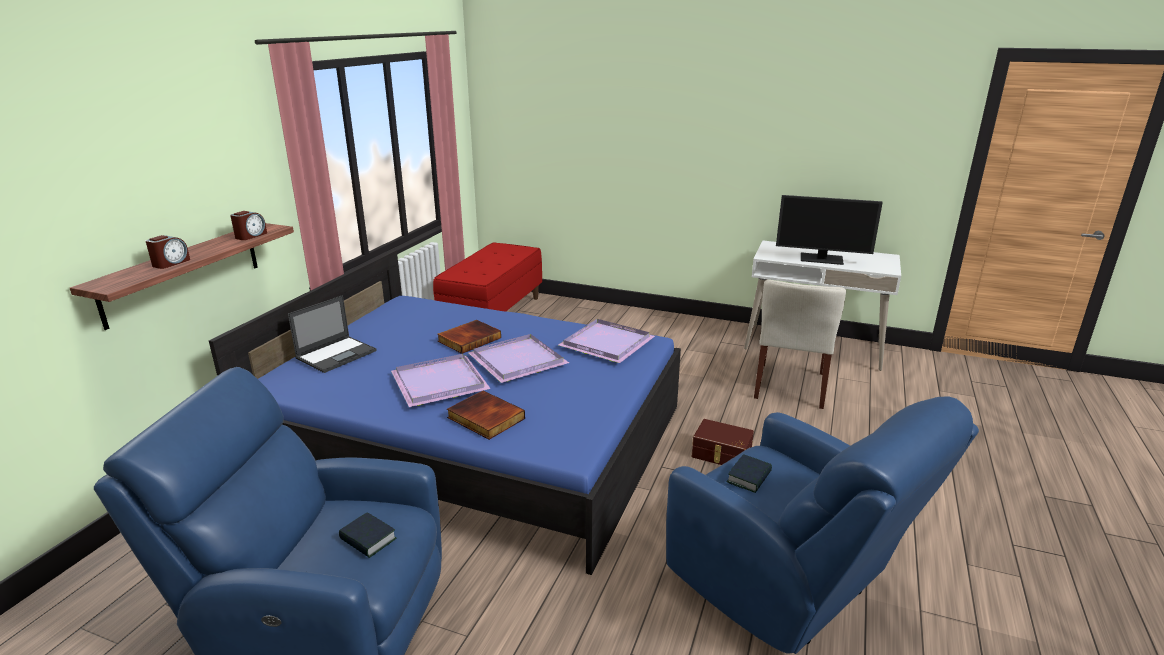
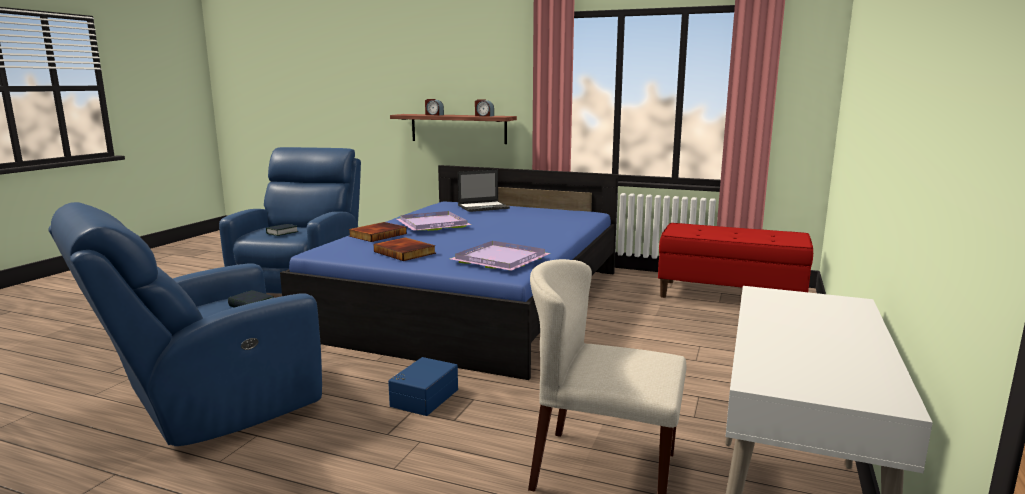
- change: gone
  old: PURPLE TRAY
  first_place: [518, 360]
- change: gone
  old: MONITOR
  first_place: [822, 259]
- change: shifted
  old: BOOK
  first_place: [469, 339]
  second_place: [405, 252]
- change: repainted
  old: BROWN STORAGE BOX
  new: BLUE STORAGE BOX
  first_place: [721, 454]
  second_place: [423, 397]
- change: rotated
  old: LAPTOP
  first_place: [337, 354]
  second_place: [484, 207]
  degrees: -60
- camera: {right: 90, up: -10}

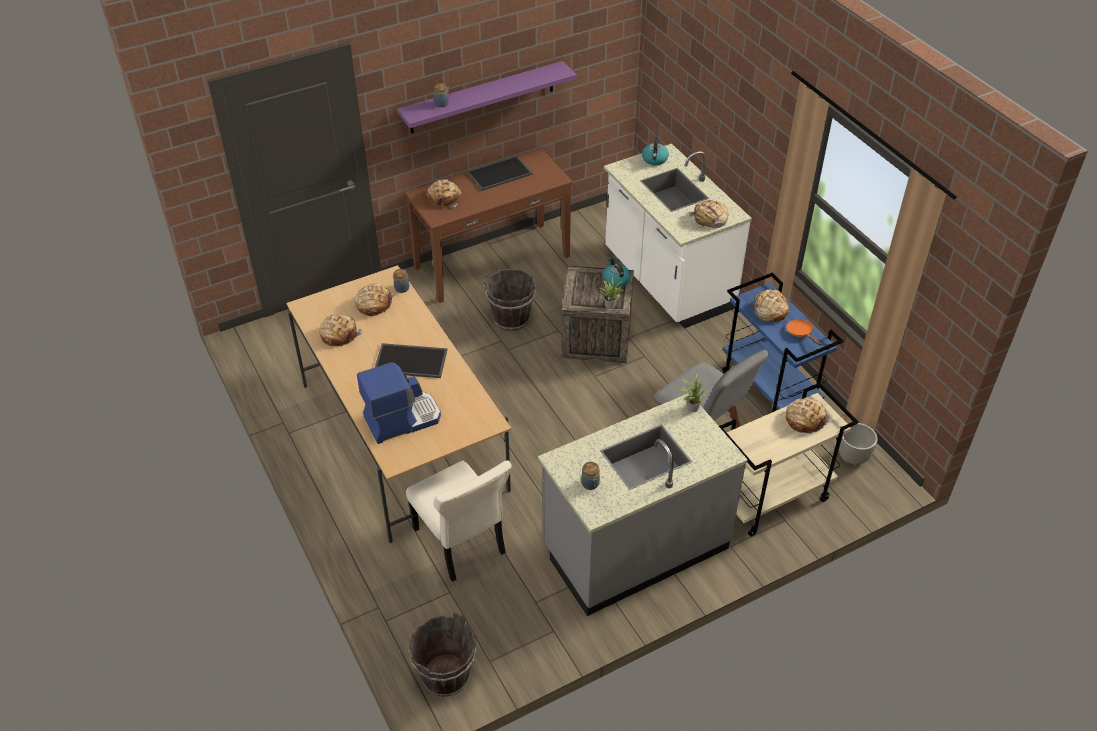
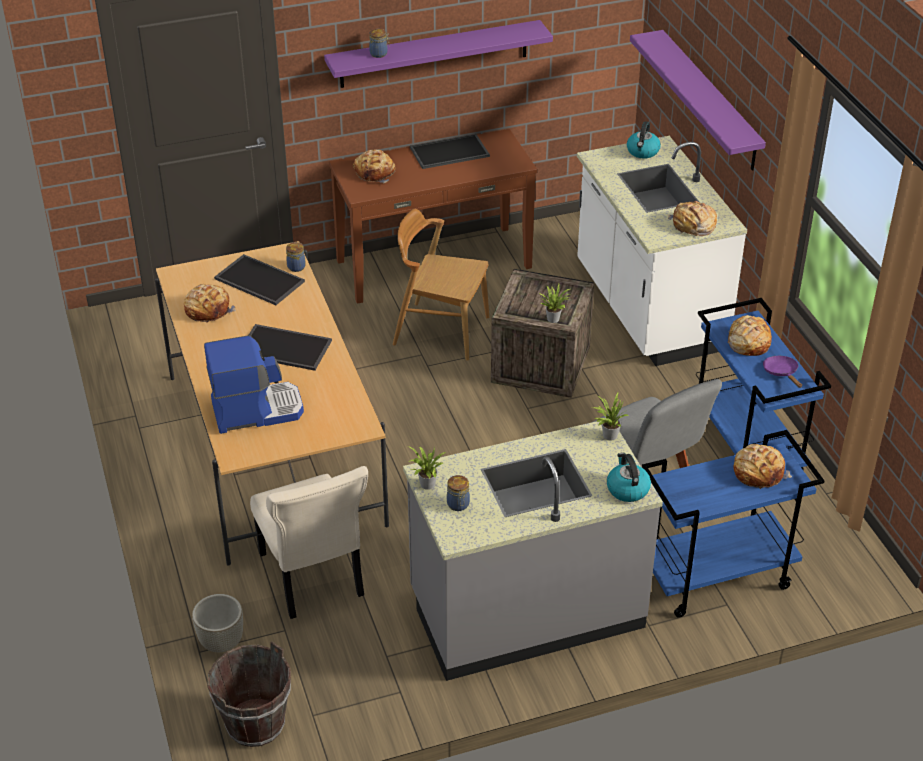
- change: new
  new: POTTED PLANT
  second_place: [426, 485]
- change: new
  new: PURPLE SHELF
  second_place: [709, 100]
- change: shifted
  old: KETTLE
  first_place: [615, 280]
  second_place: [627, 489]
- change: shifted
  old: GREY PLANTER
  first_place: [852, 457]
  second_place: [221, 643]
- change: swapped
  old: BREAD
  new: TRAY
  first_place: [373, 304]
  second_place: [258, 280]
- change: swapped
  old: BROWN BUCKET
  new: BROWN CHAIR
  first_place: [511, 318]
  second_place: [441, 331]
- change: repainted
  old: BEIGE CART
  new: BLUE CART
  first_place: [771, 499]
  second_place: [715, 577]
- change: repainted
  old: ORANGE FRYING PAN
  new: PURPLE FRYING PAN
  first_place: [801, 333]
  second_place: [781, 373]
- camera: {right: 10, up: -5}

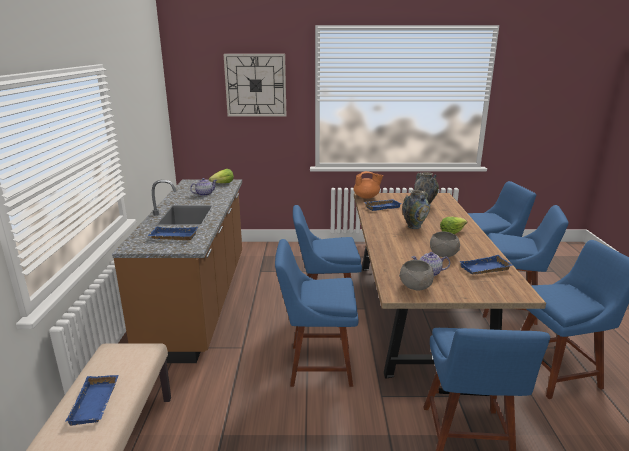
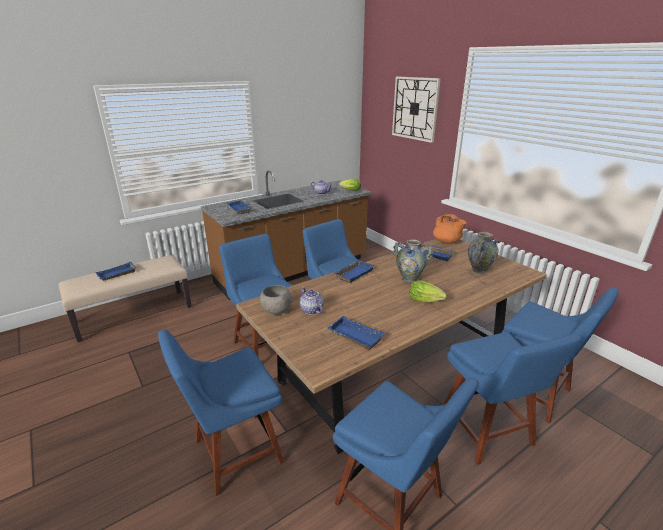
- change: gone
  old: GREY BOWL
  first_place: [443, 254]
- change: new
  new: BLUE TRAY
  second_place: [353, 273]
- camera: {right: 55, up: 5}

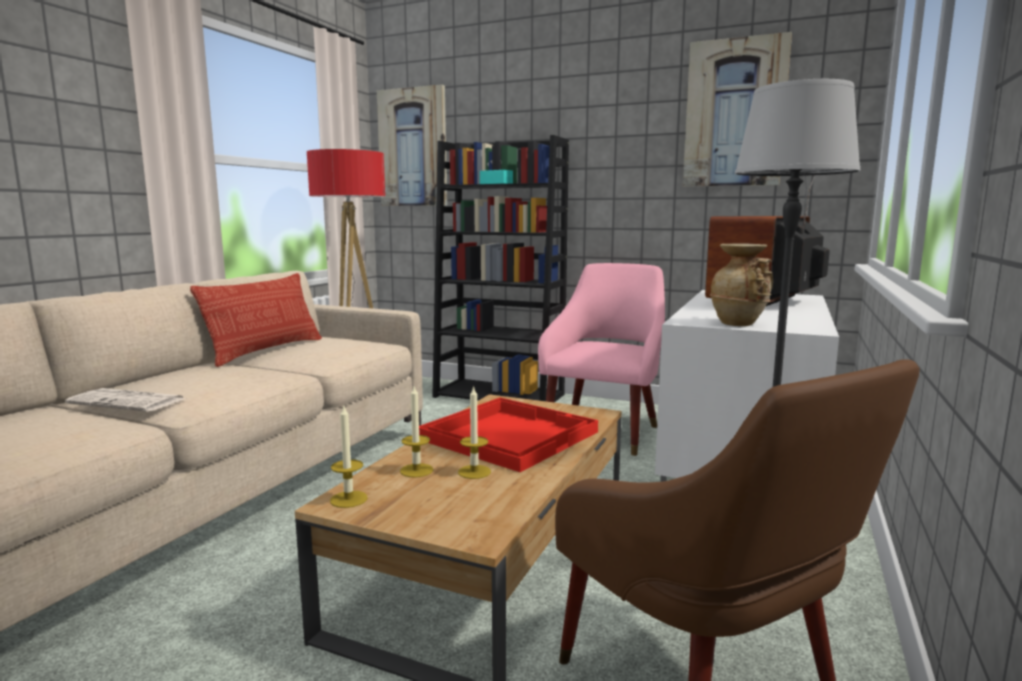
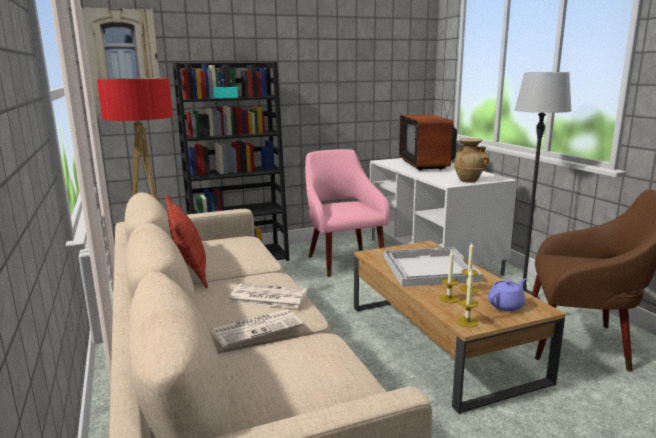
- change: gone
  old: PICTURE
  first_place: [735, 114]
- change: new
  new: NEWSPAPER
  second_place: [267, 297]
- change: new
  new: PURPLE TEAPOT
  second_place: [506, 305]
- change: repainted
  old: RED TRAY
  new: WHITE TRAY
  first_place: [508, 435]
  second_place: [428, 268]
- camera: {right: -45, up: 5}

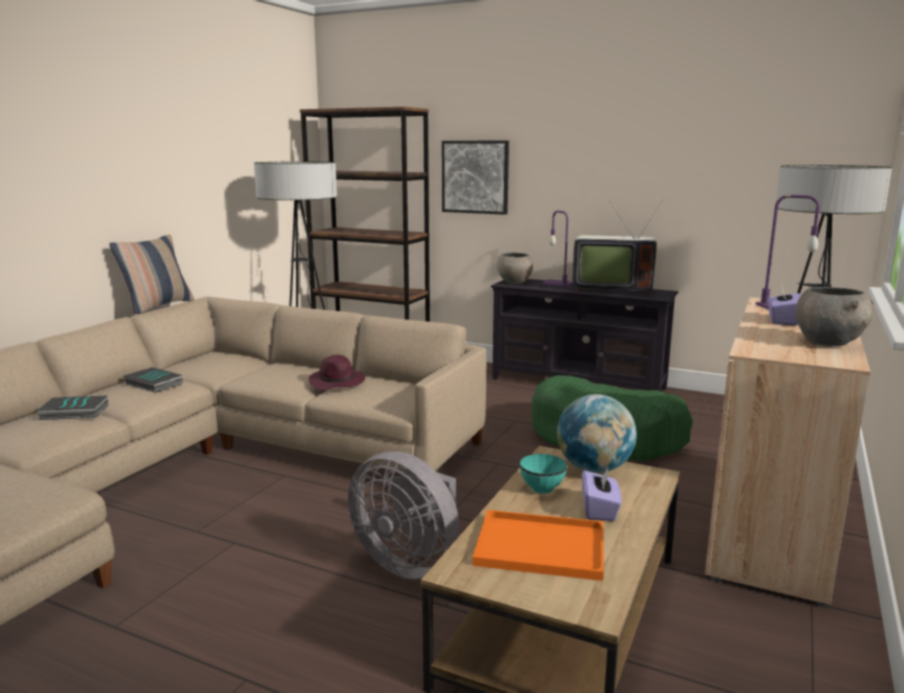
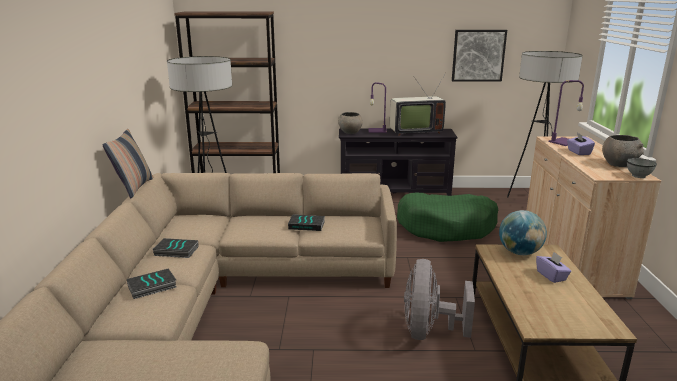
- change: gone
  old: ORANGE TRAY
  first_place: [543, 546]
- change: gone
  old: TURQUOISE BOWL
  first_place: [541, 488]
- change: new
  new: GREY BOWL
  second_place: [638, 176]
- change: shifted
  old: PICTURE
  first_place: [475, 177]
  second_place: [478, 55]
- change: swapped
  old: PURPLE HAT
  new: BOOK
  first_place: [337, 383]
  second_place: [307, 225]
- change: rotated
  old: GREY FAN
  first_place: [410, 562]
  second_place: [429, 331]
  degrees: 90
- camera: {right: -25, up: 5}

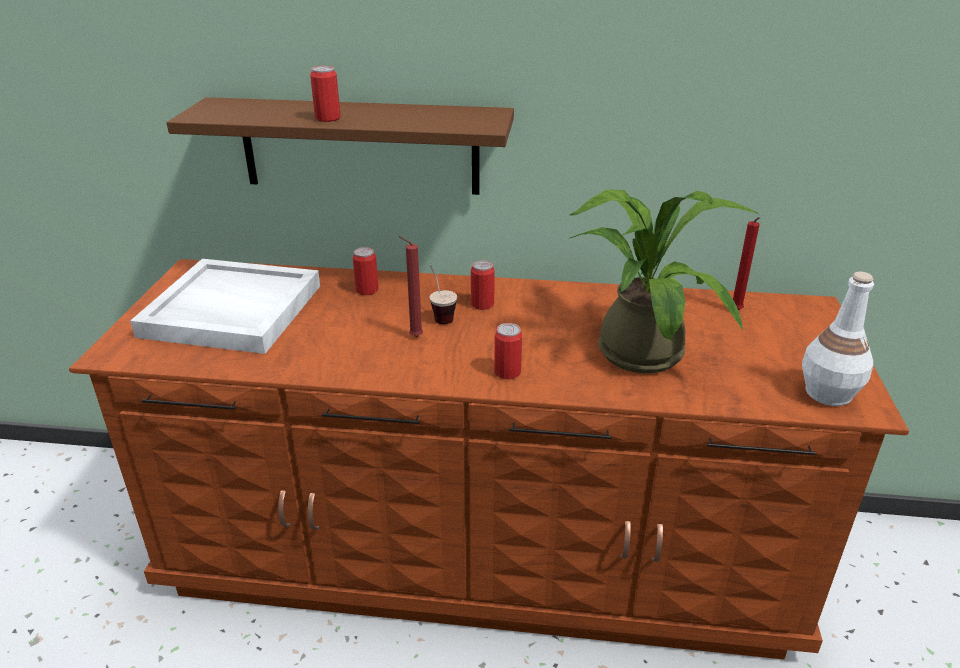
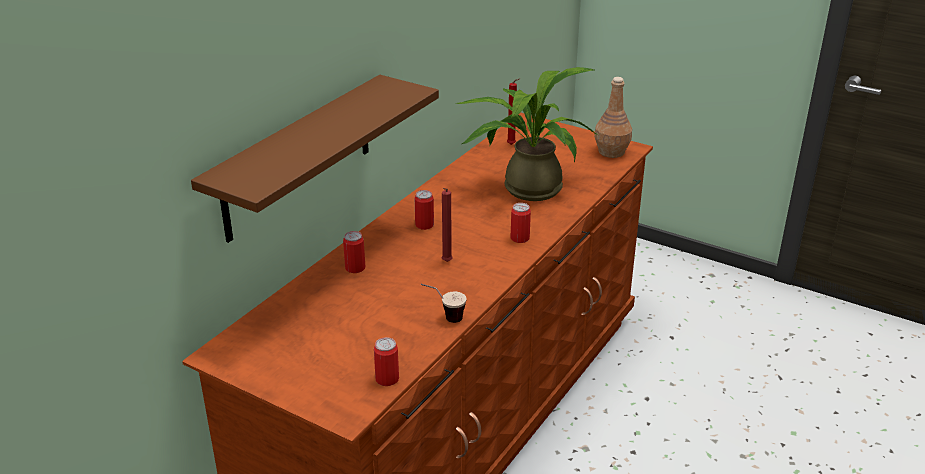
- change: gone
  old: WHITE TRAY
  first_place: [230, 311]
- change: shifted
  old: CAN
  first_place: [328, 118]
  second_place: [387, 379]
- change: shifted
  old: CUP
  first_place: [440, 315]
  second_place: [444, 318]
- change: repainted
  old: WHITE BOTTLE
  new: BROWN BOTTLE
  first_place: [828, 394]
  second_place: [612, 152]
- camera: {right: -65, up: 0}

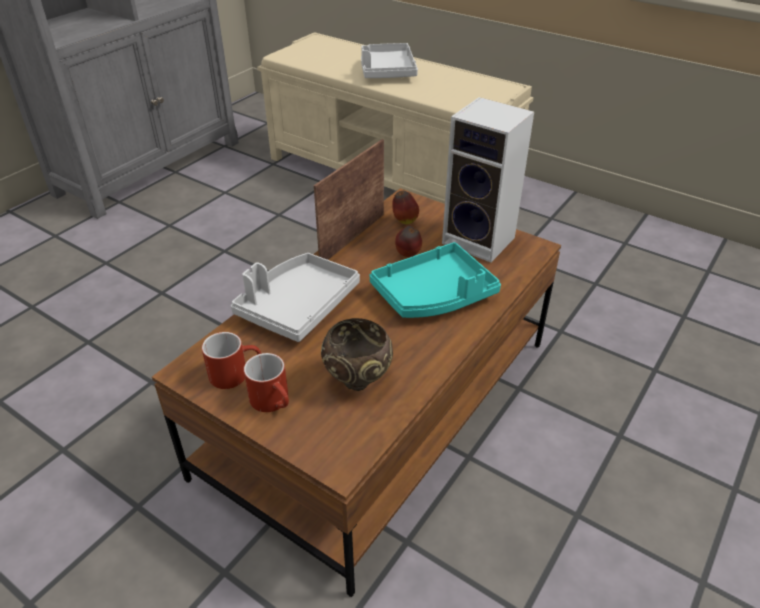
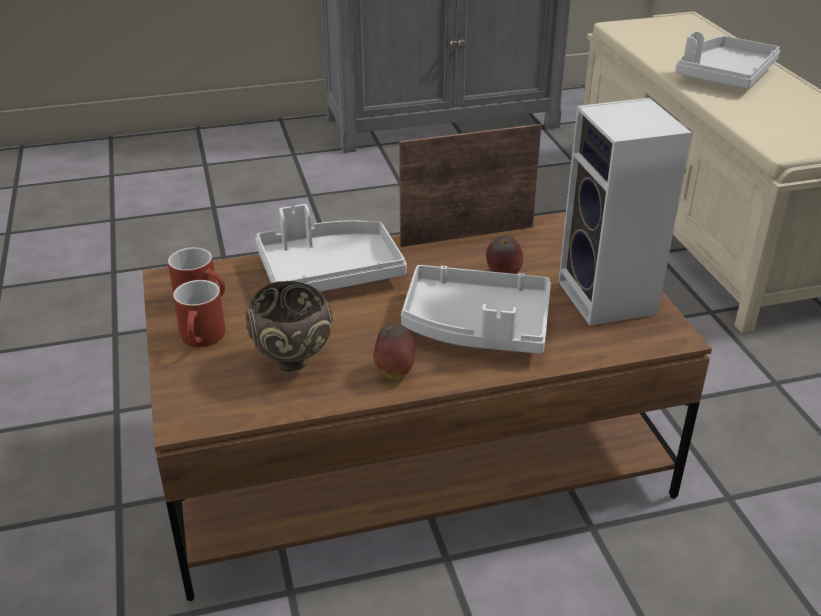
- change: shifted
  old: APPLE
  first_place: [404, 221]
  second_place: [394, 372]
- change: repainted
  old: TURQUOISE TRAY
  new: GREY TRAY
  first_place: [434, 295]
  second_place: [476, 326]
- camera: {right: 40, up: -5}

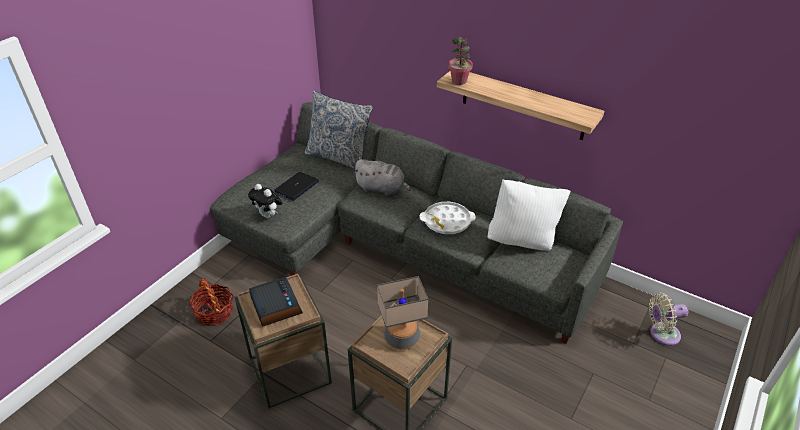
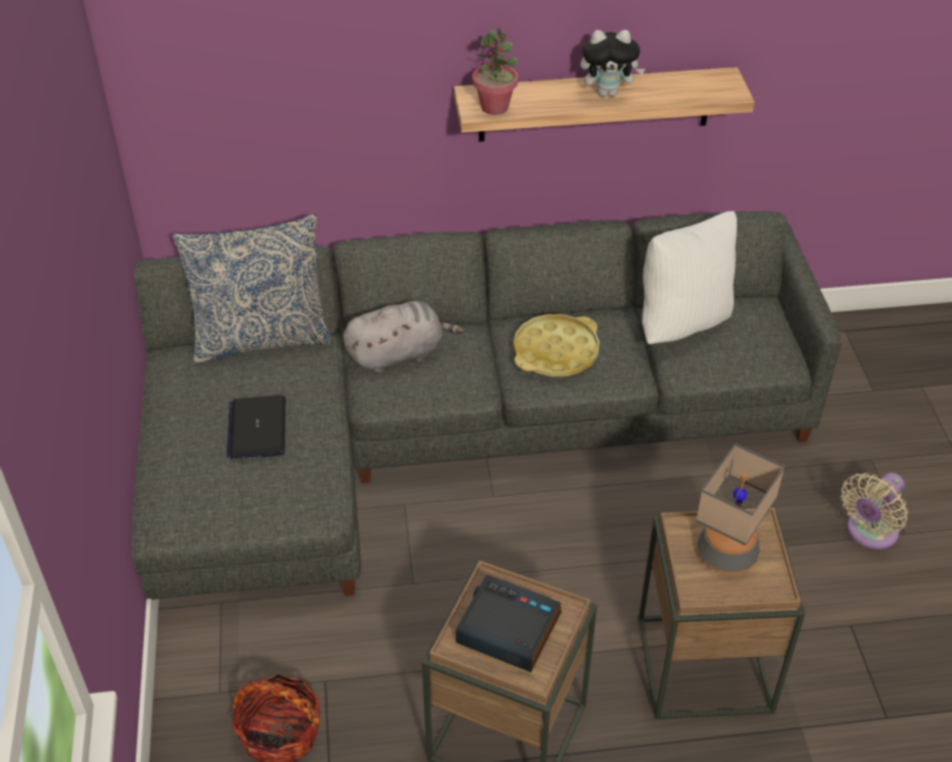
- change: shifted
  old: PLUSH TOY
  first_place: [268, 215]
  second_place: [608, 93]
- change: shifted
  old: BEIGE FAN
  first_place: [661, 334]
  second_place: [869, 533]
- change: repainted
  old: WHITE TRAY
  new: YELLOW TRAY
  first_place: [447, 221]
  second_place: [556, 352]
- camera: {right: -40, up: 5}

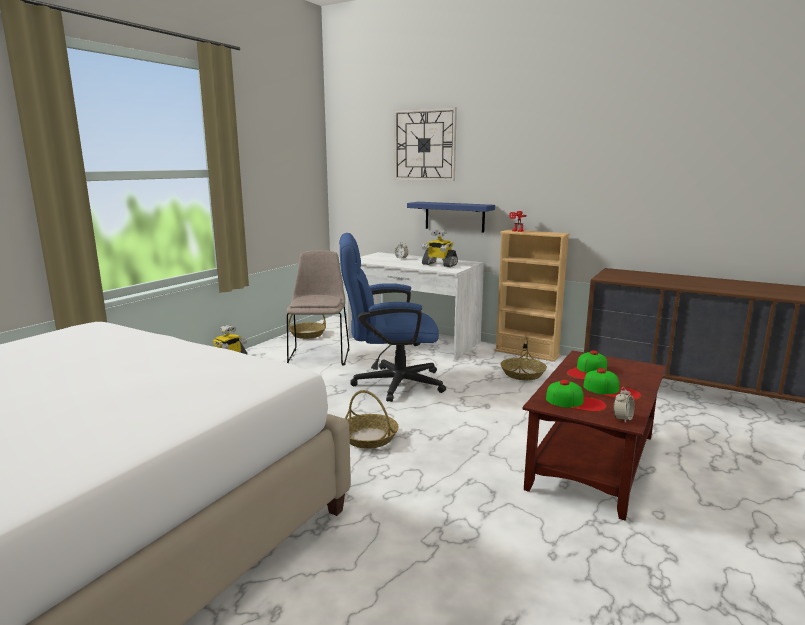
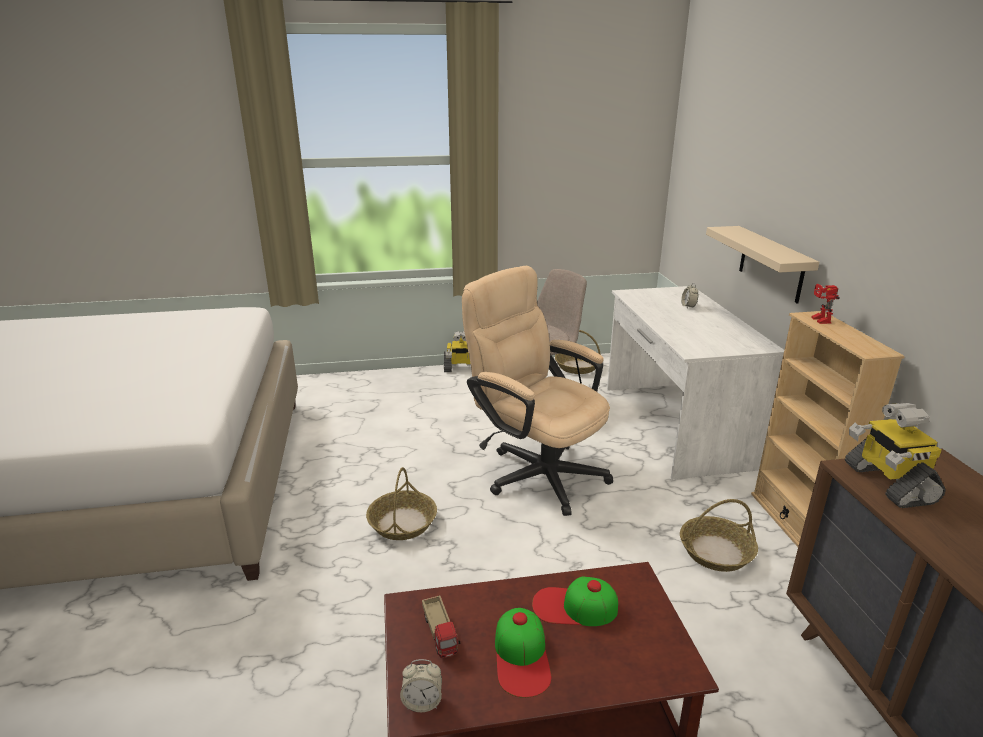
- change: gone
  old: WALL CLOCK
  first_place: [424, 145]
- change: shifted
  old: TOY ROBOT
  first_place: [439, 264]
  second_place: [887, 483]
- change: swapped
  old: CAP
  new: TOY TRUCK
  first_place: [575, 402]
  second_place: [441, 634]
- change: repainted
  old: BLUE OFFICE CHAIR
  new: BEIGE OFFICE CHAIR
  first_place: [389, 383]
  second_place: [536, 471]
- change: repainted
  old: BLUE SHELF
  new: BEIGE SHELF
  first_place: [454, 216]
  second_place: [771, 264]
- camera: {right: 50, up: 10}

